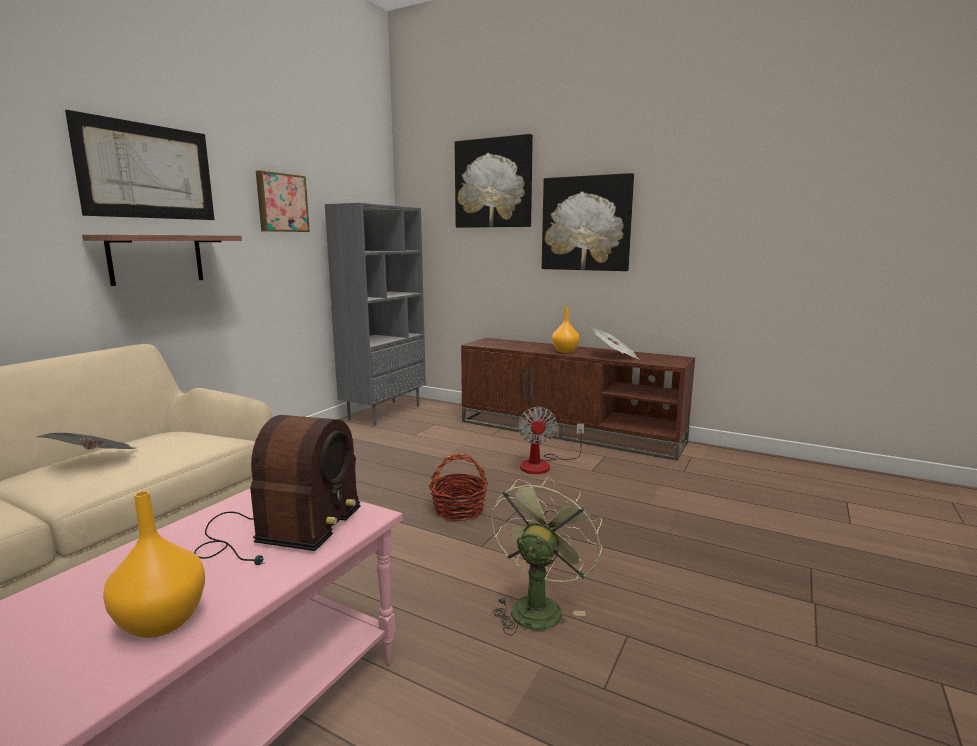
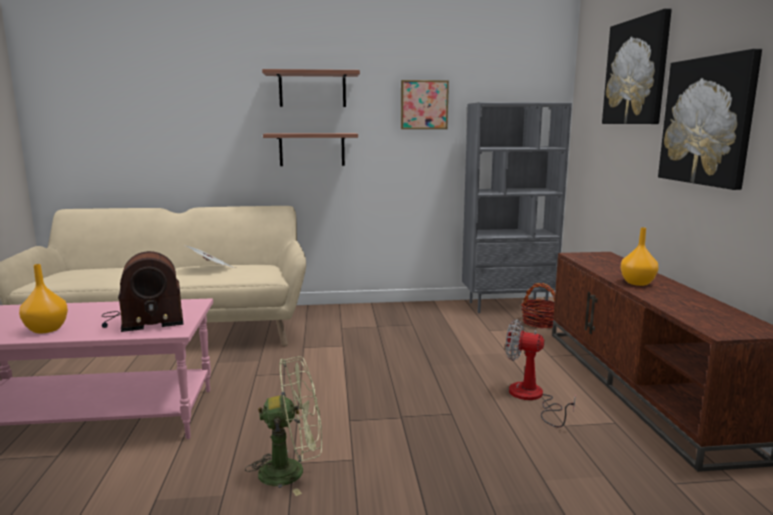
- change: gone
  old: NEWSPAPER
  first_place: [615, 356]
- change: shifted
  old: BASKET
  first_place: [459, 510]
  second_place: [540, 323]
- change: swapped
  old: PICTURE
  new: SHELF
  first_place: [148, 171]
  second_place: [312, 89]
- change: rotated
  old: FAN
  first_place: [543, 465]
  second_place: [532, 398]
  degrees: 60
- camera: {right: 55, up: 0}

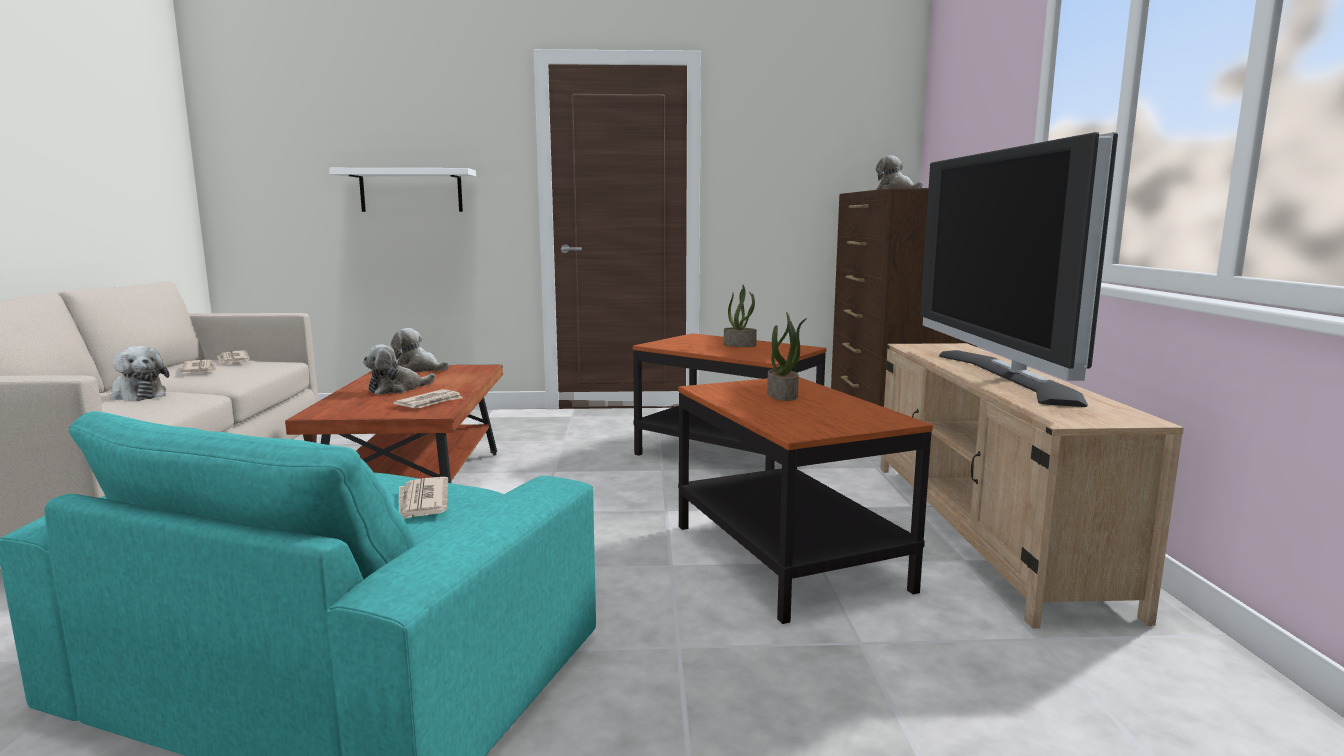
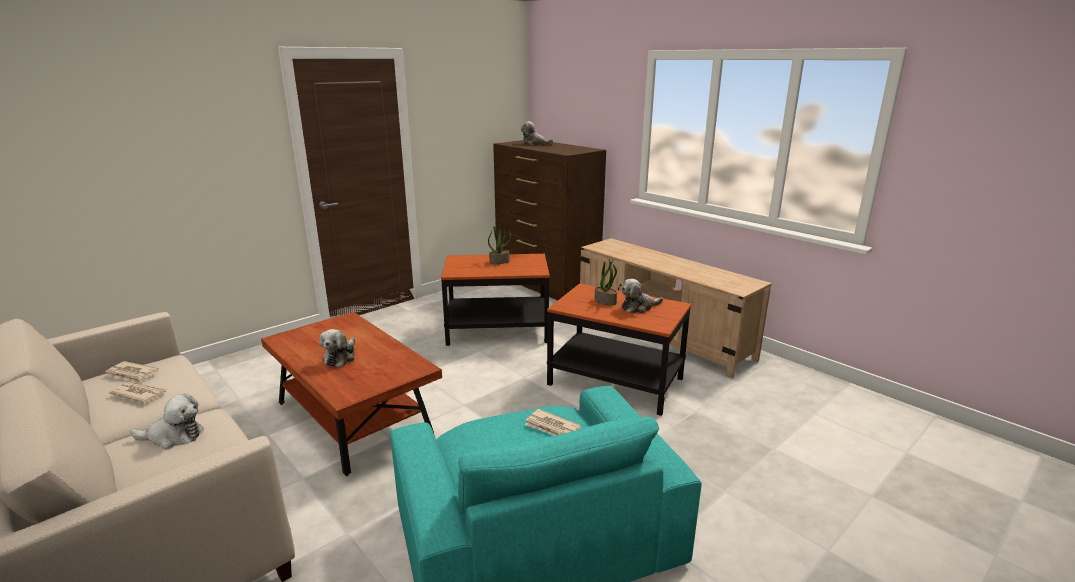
- change: gone
  old: WHITE SHELF
  first_place: [411, 190]
- change: gone
  old: NEWSPAPER
  first_place: [430, 402]
- change: gone
  old: TELEVISION
  first_place: [1004, 376]
- change: shifted
  old: PLUSH TOY
  first_place: [419, 369]
  second_place: [638, 307]
- camera: {right: -40, up: 10}

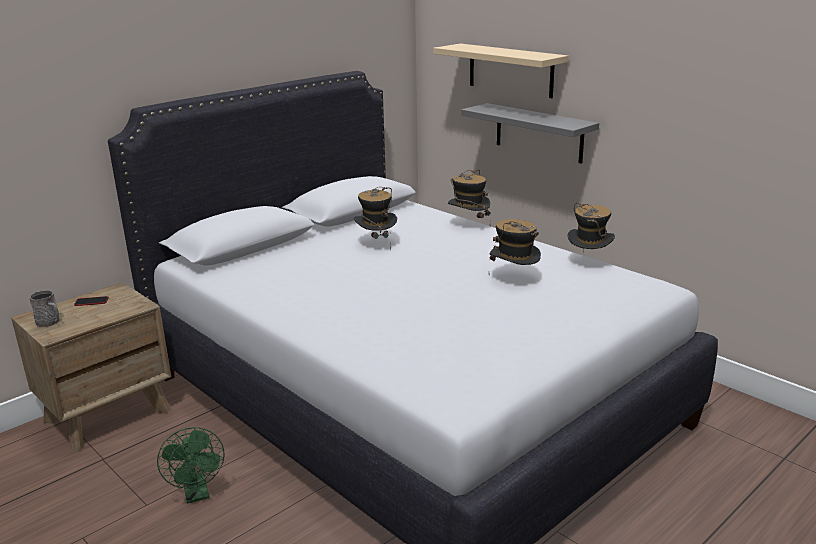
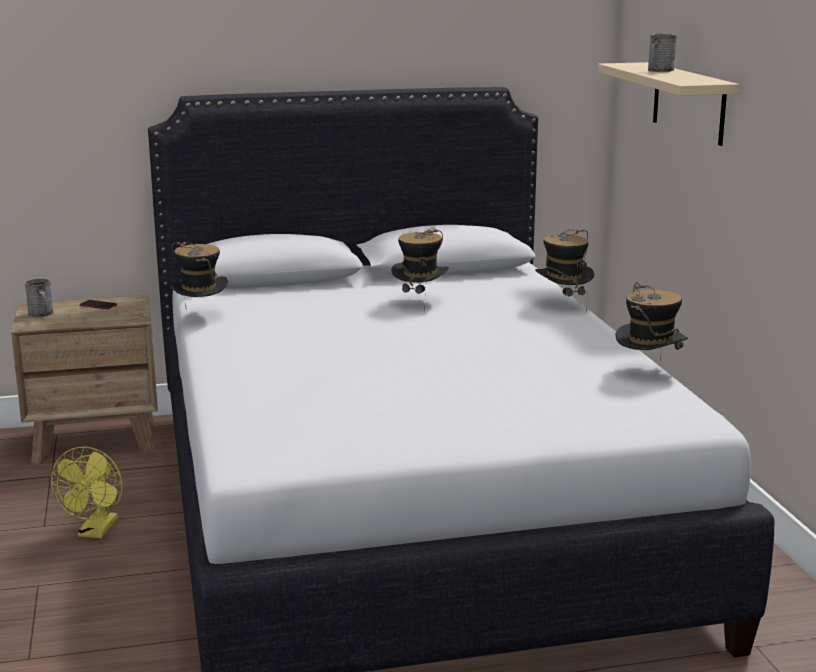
- change: gone
  old: GREY SHELF
  first_place: [539, 133]
- change: new
  new: GREY MUG
  second_place: [659, 71]
- change: shifted
  old: HAT
  first_place: [513, 279]
  second_place: [200, 317]
- change: repainted
  old: GREEN FAN
  new: YELLOW FAN
  first_place: [197, 494]
  second_place: [96, 532]
- camera: {right: 30, up: -5}

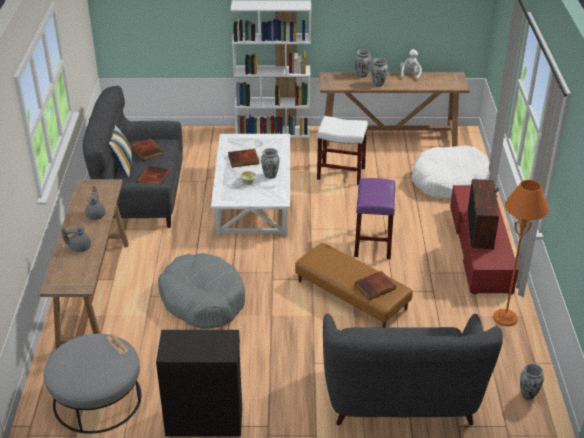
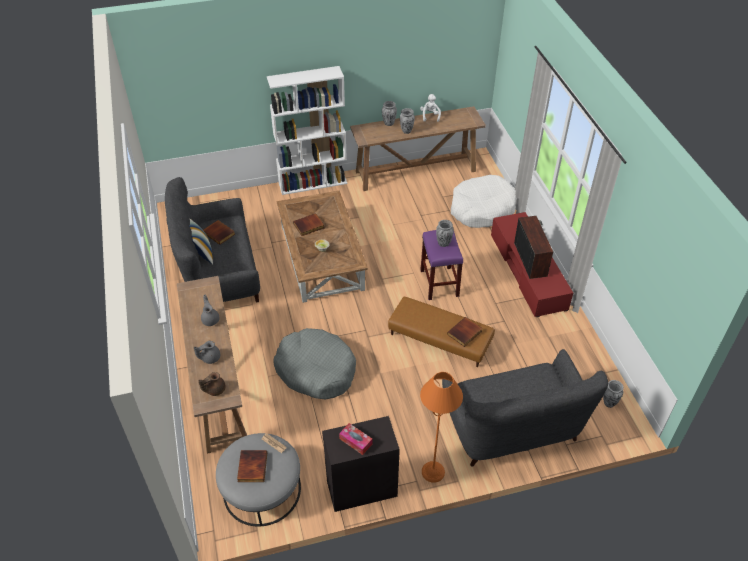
- change: gone
  old: WHITE STOOL
  first_place: [341, 173]
- change: new
  new: BROWN TEAPOT
  second_place: [214, 389]
- change: new
  new: TISSUE BOX
  second_place: [355, 441]
- change: shifted
  old: BOOK
  first_place: [153, 178]
  second_place: [251, 467]
- change: shifted
  old: VASE
  first_place: [270, 175]
  second_place: [443, 243]
- change: shifted
  old: ORANGE FLOOR LAMP
  first_place: [505, 318]
  second_place: [433, 472]
- change: repainted
  old: WHITE COFFEE TABLE
  new: BROWN COFFEE TABLE
  first_place: [252, 198]
  second_place: [321, 257]
- camera: {right: -15, up: 10}

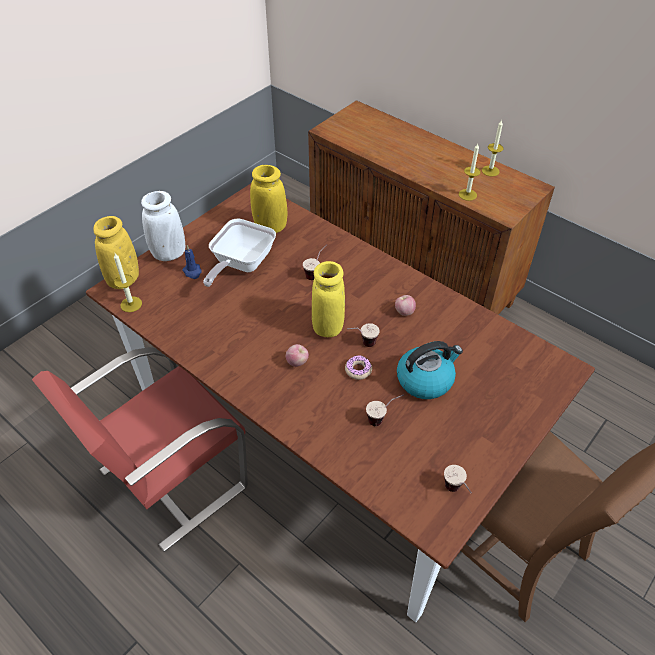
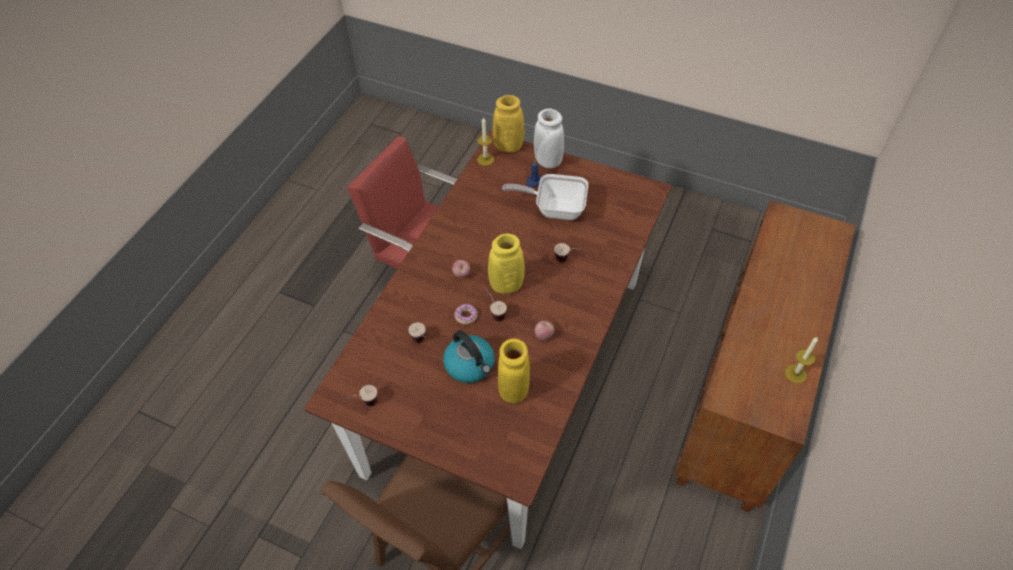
- change: gone
  old: CANDLE
  first_place: [467, 194]
- change: shifted
  old: YELLOW VASE
  first_place: [270, 227]
  second_place: [514, 389]
- camera: {right: 75, up: 5}

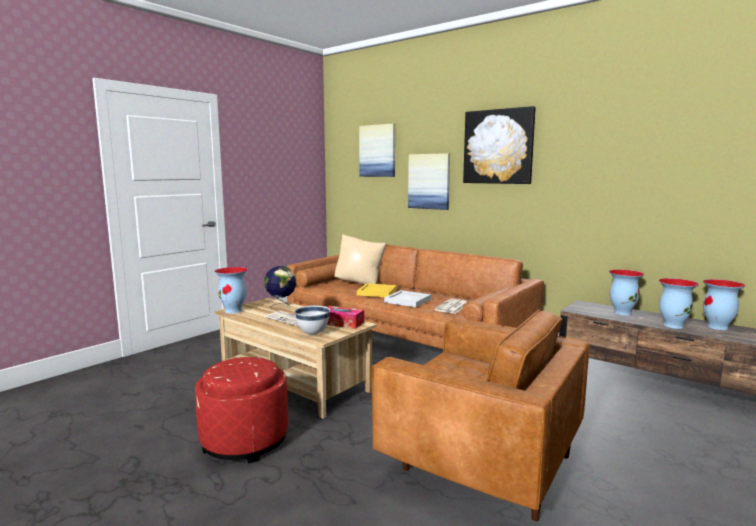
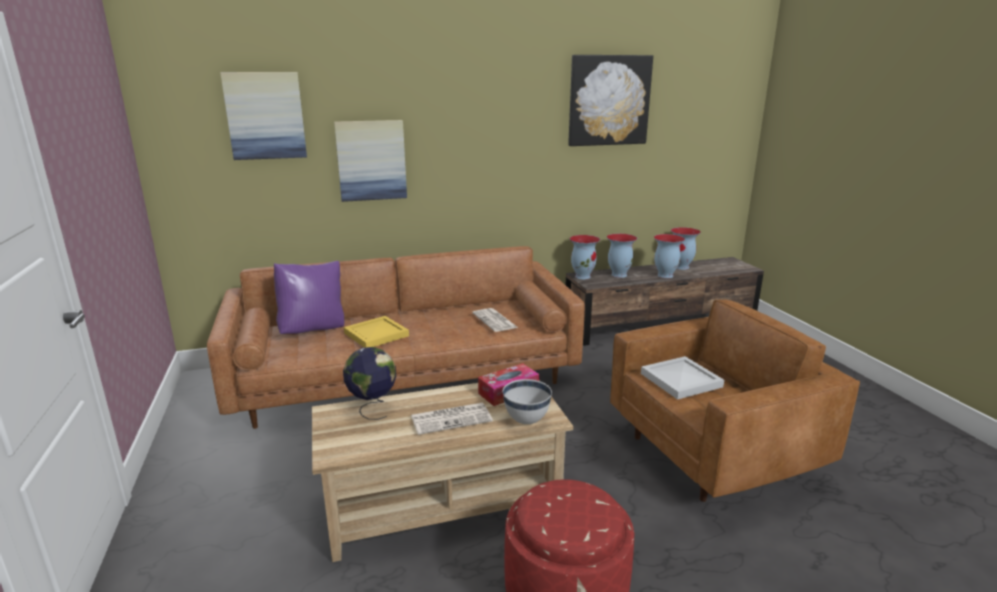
- change: shifted
  old: VASE
  first_place: [234, 311]
  second_place: [583, 276]
- change: shifted
  old: WHITE TRAY
  first_place: [407, 300]
  second_place: [680, 380]
- change: shifted
  old: PICTURE
  first_place: [498, 147]
  second_place: [609, 100]
- change: repainted
  old: BEIGE PILLOW
  new: PURPLE PILLOW
  first_place: [360, 283]
  second_place: [313, 329]
- camera: {right: -55, up: 10}

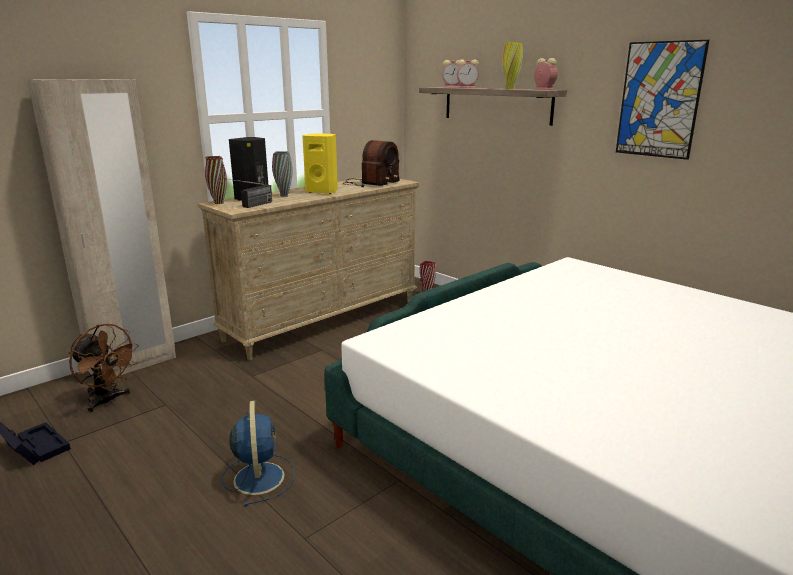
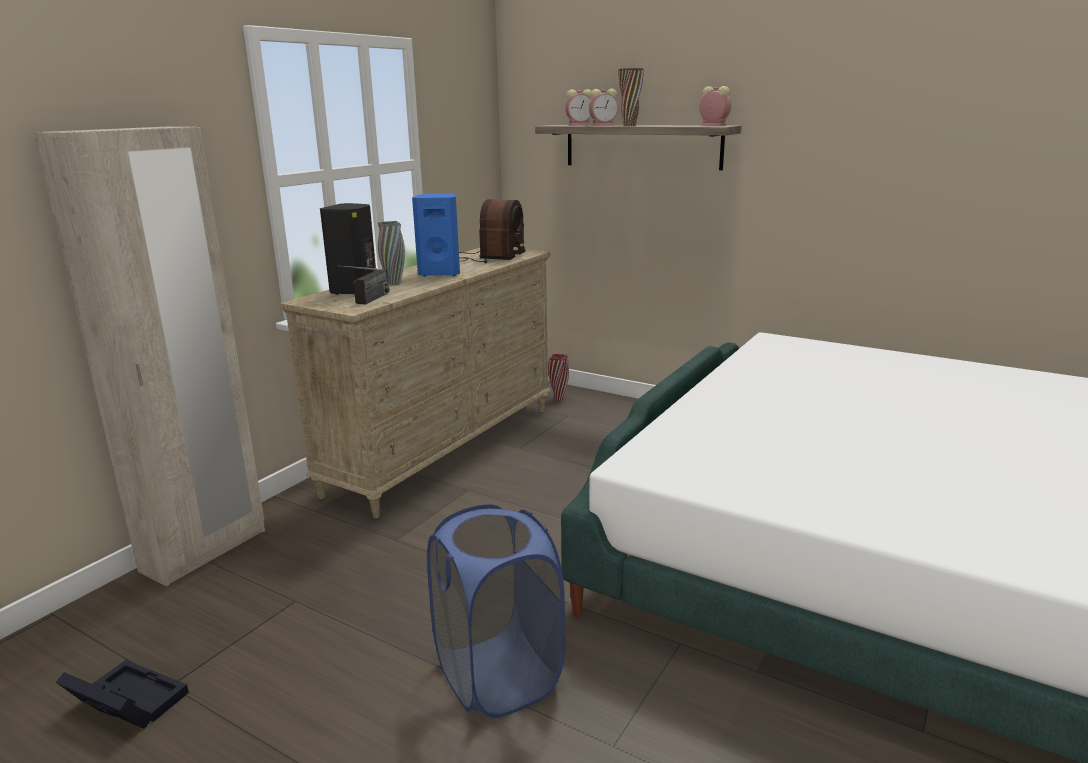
- change: gone
  old: BROWN FAN
  first_place: [108, 401]
- change: gone
  old: YELLOW VASE
  first_place: [510, 88]
- change: gone
  old: PICTURE
  first_place: [659, 100]
- change: shifted
  old: BROWN VASE
  first_place: [218, 203]
  second_place: [629, 125]
- change: swapped
  old: BLUE FAN
  new: BLUE LAUNDRY BASKET
  first_place: [259, 476]
  second_place: [497, 676]
- change: repainted
  old: YELLOW SPEAKER
  new: BLUE SPEAKER
  first_place: [323, 191]
  second_place: [440, 273]
- camera: {right: -15, up: 0}

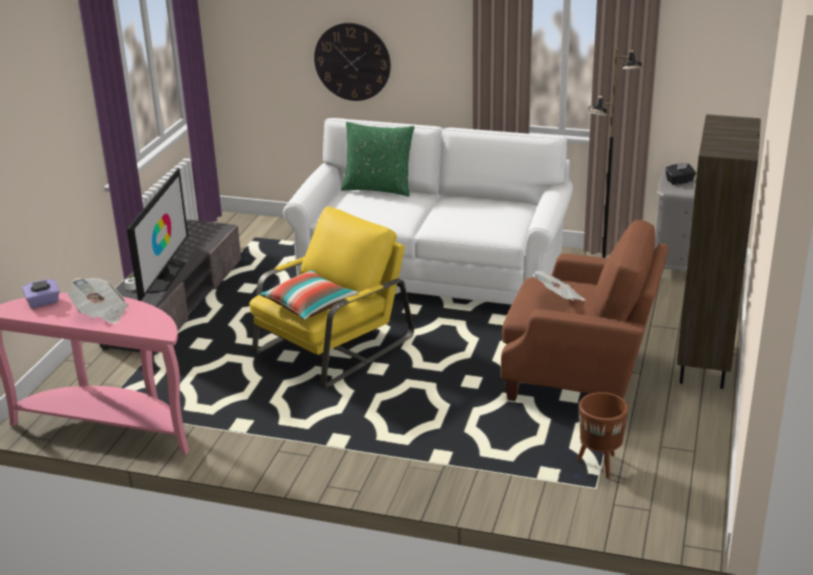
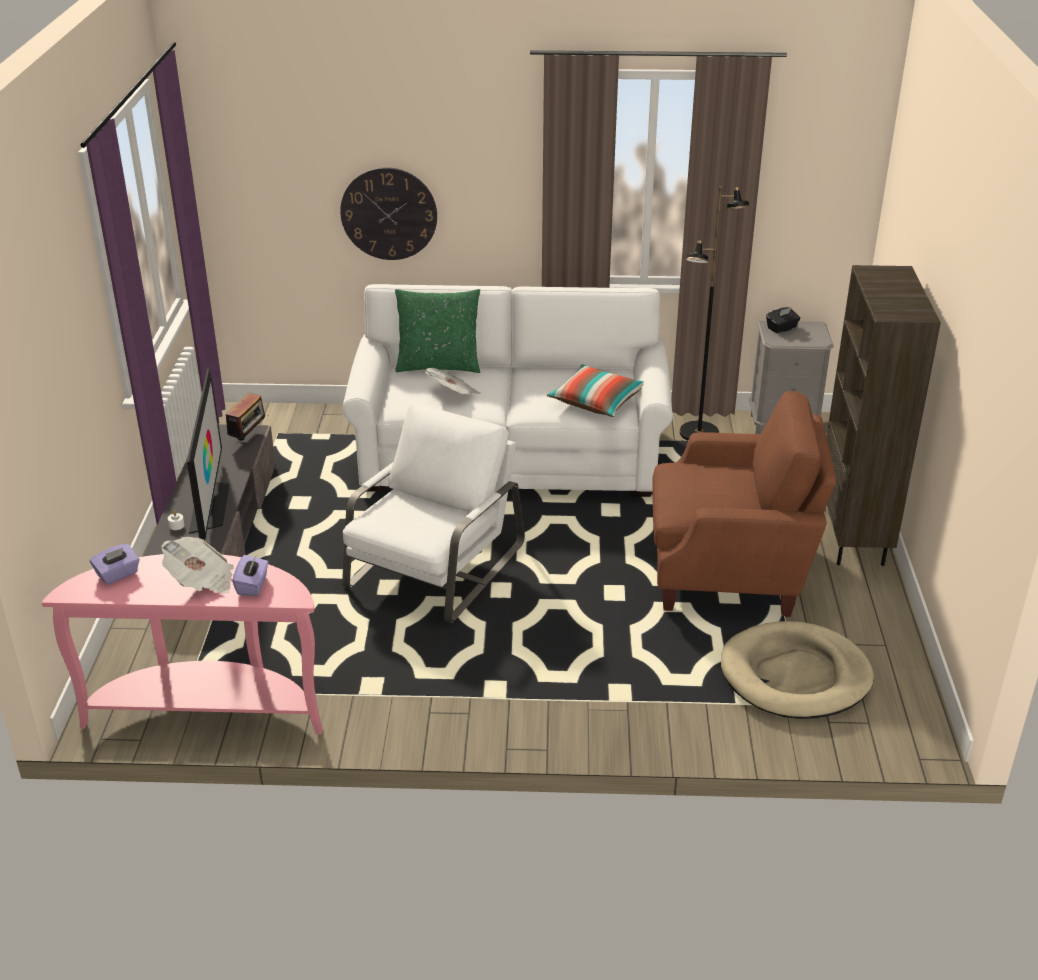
- change: new
  new: RADIO
  second_place: [249, 437]
- change: new
  new: PURPLE TISSUE BOX
  second_place: [253, 585]
- change: shifted
  old: PILLOW
  first_place: [309, 305]
  second_place: [597, 402]
- change: shifted
  old: NEWSPAPER
  first_place: [558, 299]
  second_place: [453, 394]
- change: swapped
  old: BROWN PLANTER
  new: BEIGE DOG BED
  first_place: [600, 464]
  second_place: [795, 676]
- change: repainted
  old: YELLOW ARMCHAIR
  new: WHITE ARMCHAIR
  first_place: [332, 345]
  second_place: [434, 567]
- camera: {right: -15, up: 5}

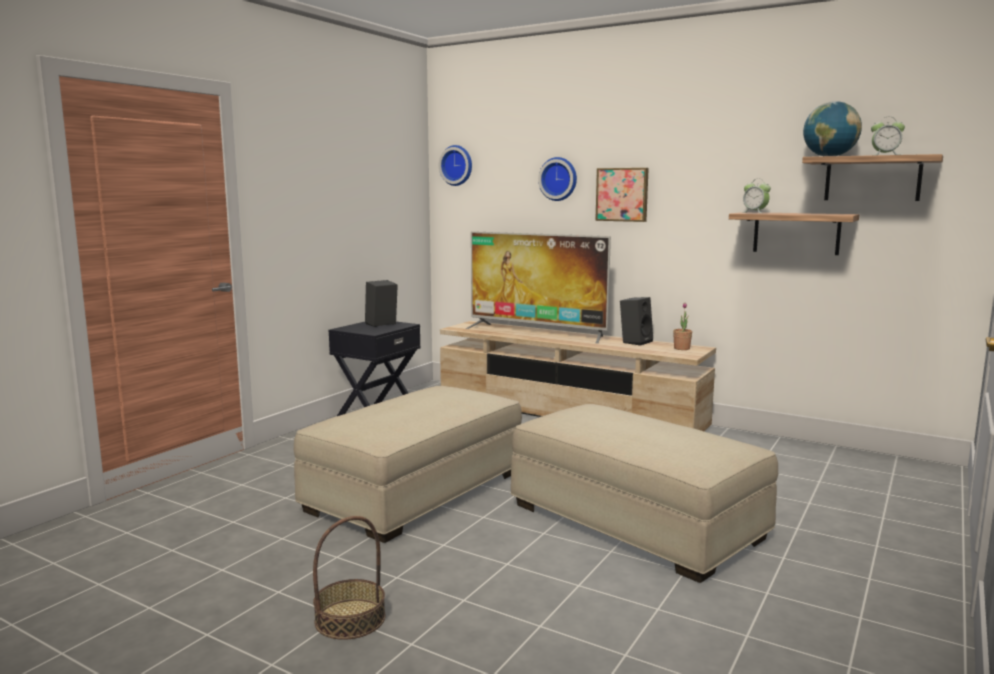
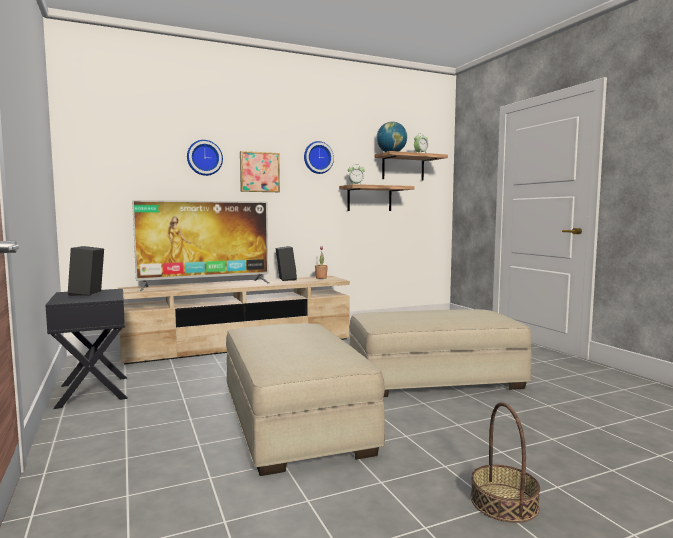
- change: shifted
  old: WALL CLOCK
  first_place: [457, 165]
  second_place: [317, 157]
- camera: {right: -55, up: -5}

